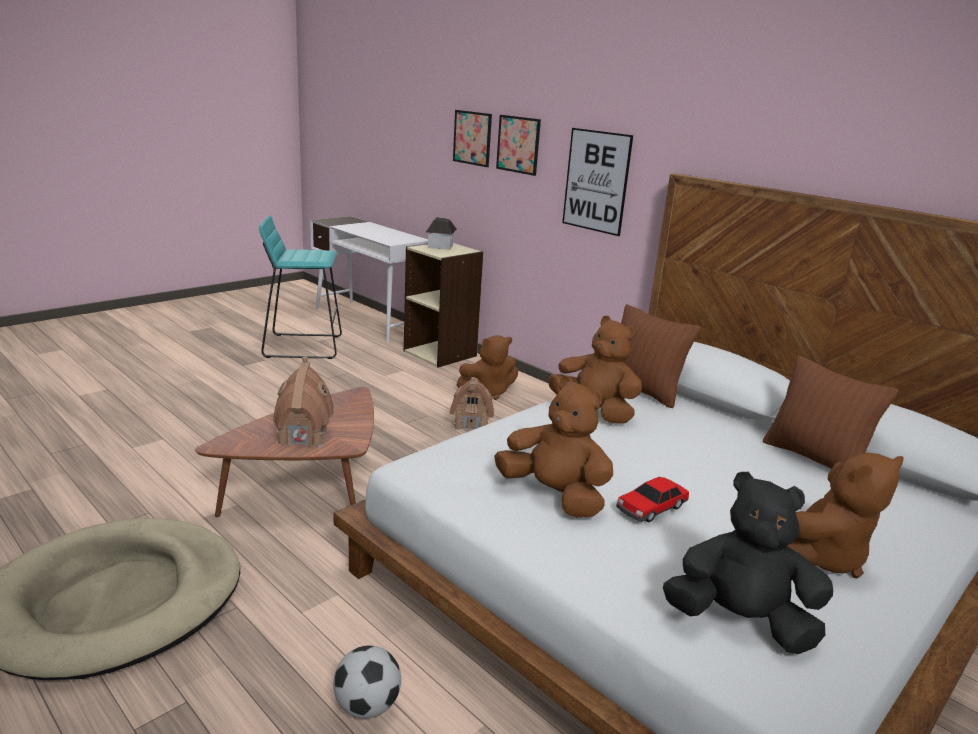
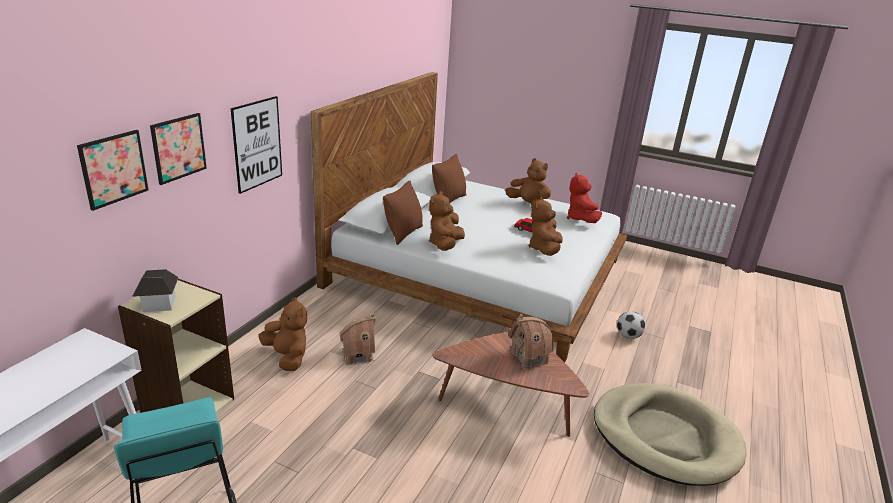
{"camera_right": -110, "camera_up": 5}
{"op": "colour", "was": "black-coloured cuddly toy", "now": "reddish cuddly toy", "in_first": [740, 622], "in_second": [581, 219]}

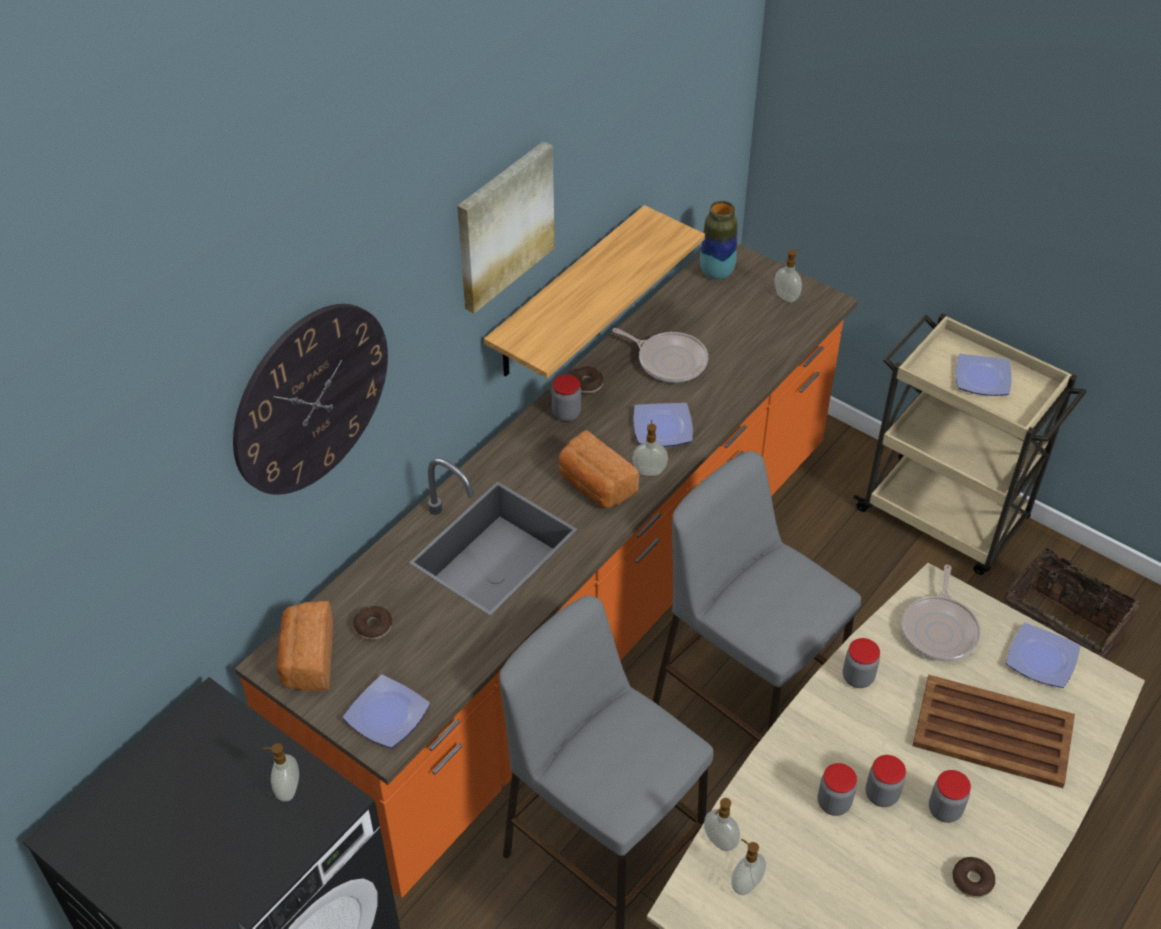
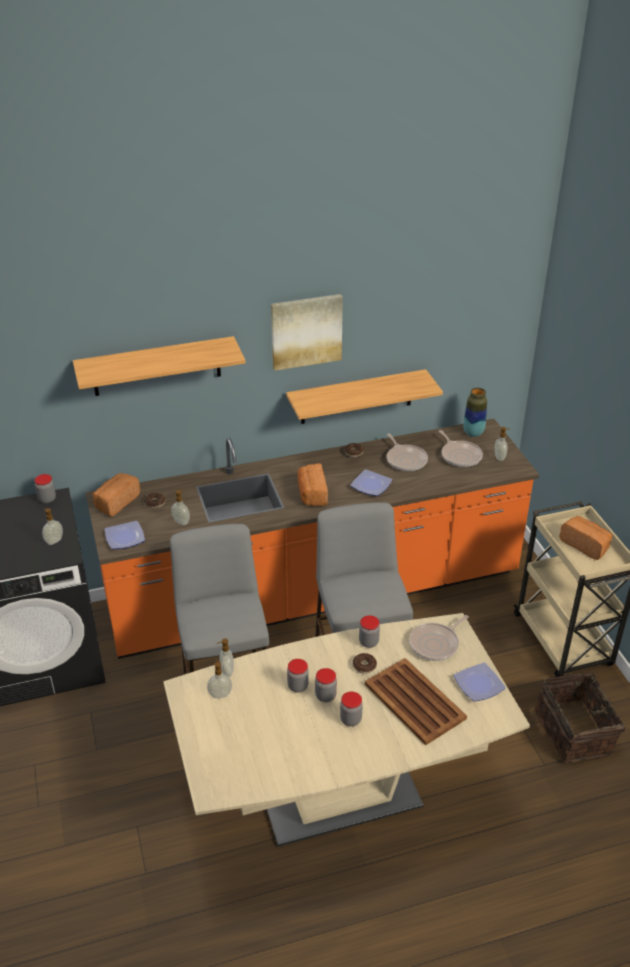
{"camera_right": 35, "camera_up": -10}
{"op": "exchanged", "was": "hanging clock", "now": "wall shelf", "in_first": [311, 399], "in_second": [156, 366]}
{"op": "exchanged", "was": "plate", "now": "bakery bread", "in_first": [983, 379], "in_second": [585, 545]}
{"op": "relocated", "was": "jar", "in_first": [566, 413], "in_second": [47, 499]}
{"op": "relocated", "was": "liquid soap bottle", "in_first": [649, 470], "in_second": [182, 521]}
{"op": "relocated", "was": "doughnut", "in_first": [972, 880], "in_second": [364, 666]}
{"op": "appeared", "now": "frying pan", "in_second": [460, 455]}

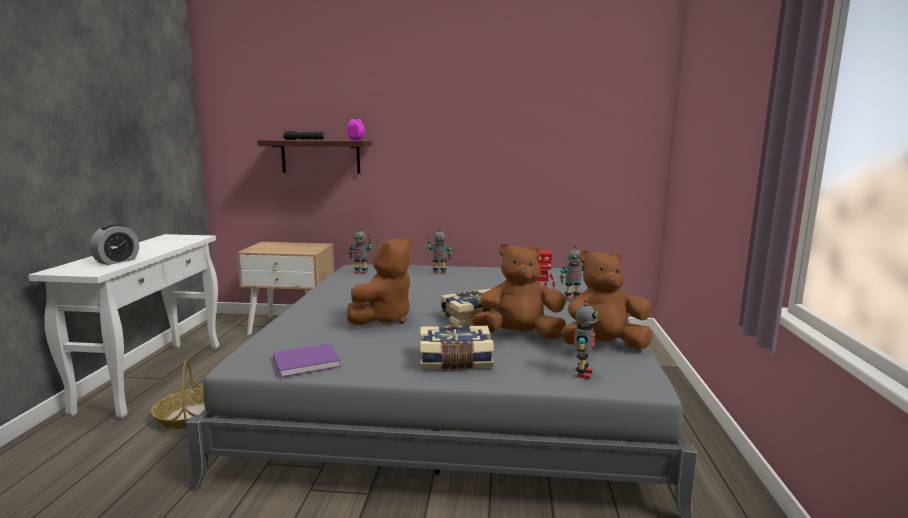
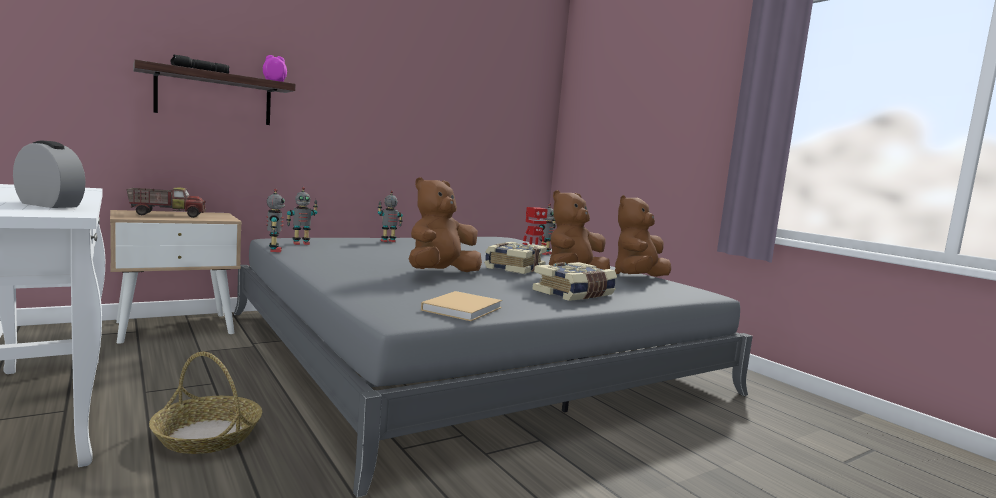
{"camera_right": -40, "camera_up": -5}
{"op": "spun", "was": "bedside clock", "in_first": [117, 261], "in_second": [49, 205], "clockwise": -60}
{"op": "spun", "was": "brown-coloured cuddly toy", "in_first": [384, 318], "in_second": [440, 273], "clockwise": -135}
{"op": "relocated", "was": "toy robot", "in_first": [582, 374], "in_second": [274, 250]}
{"op": "colour", "was": "purplish bound book", "now": "beige-coloured bound book", "in_first": [308, 362], "in_second": [463, 308]}
{"op": "appeared", "now": "toy lorry", "in_second": [167, 215]}

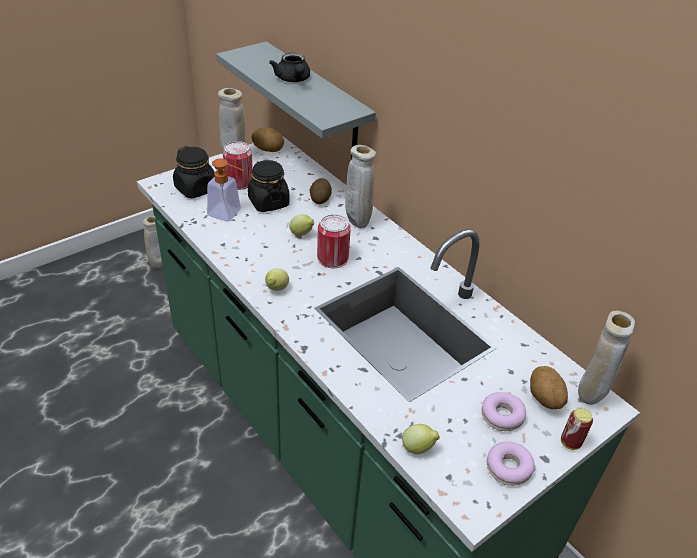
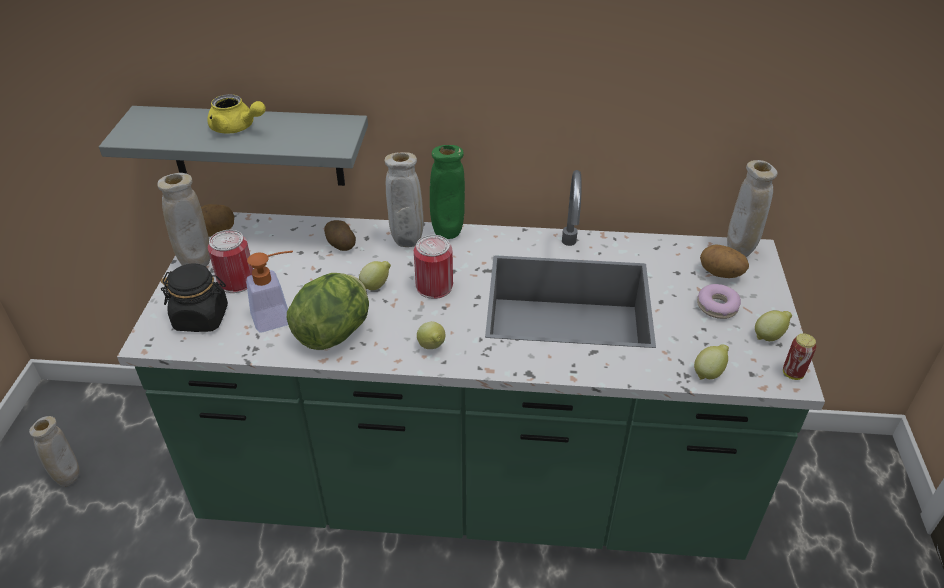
{"camera_right": -45, "camera_up": 0}
{"op": "colour", "was": "black-coloured tea pot", "now": "yellowish tea pot", "in_first": [293, 79], "in_second": [237, 128]}
{"op": "missing", "was": "black-coloured jar", "in_first": [268, 202]}
{"op": "relocated", "was": "metal can", "in_first": [570, 442], "in_second": [793, 373]}
{"op": "exchanged", "was": "doughnut", "now": "lemon", "in_first": [508, 468], "in_second": [769, 336]}
{"op": "appeared", "now": "green-coloured vase", "in_second": [448, 234]}
{"op": "appeared", "now": "lettuce head", "in_second": [335, 332]}

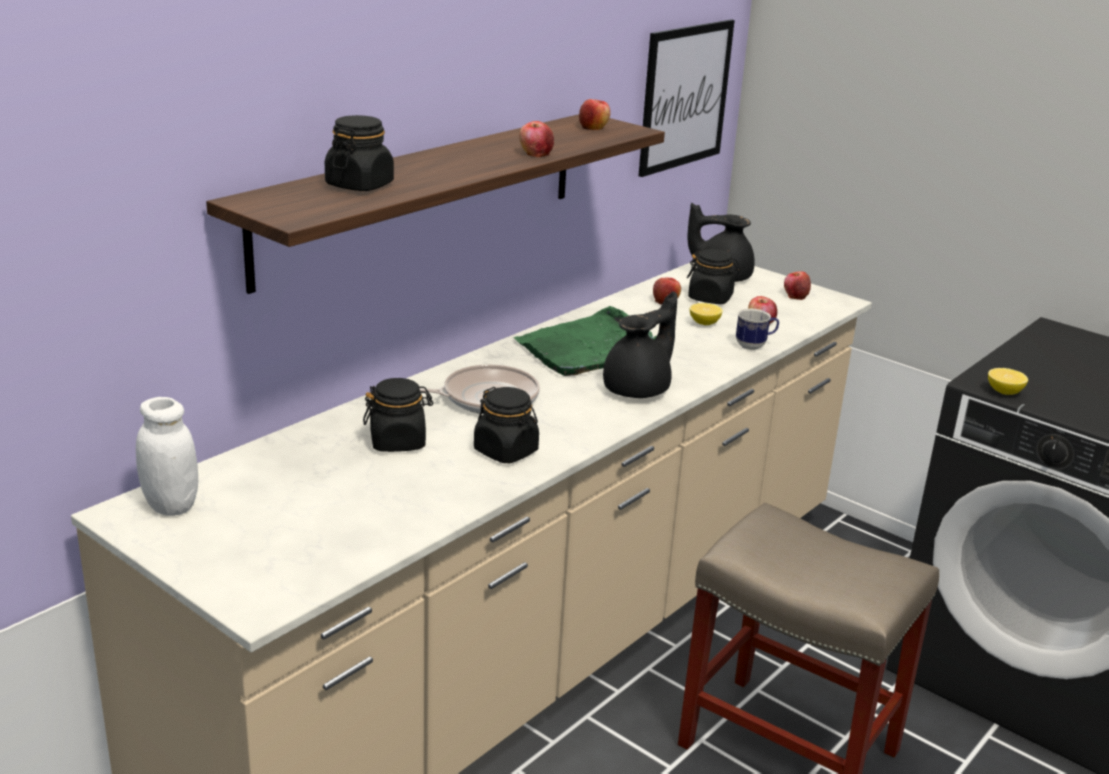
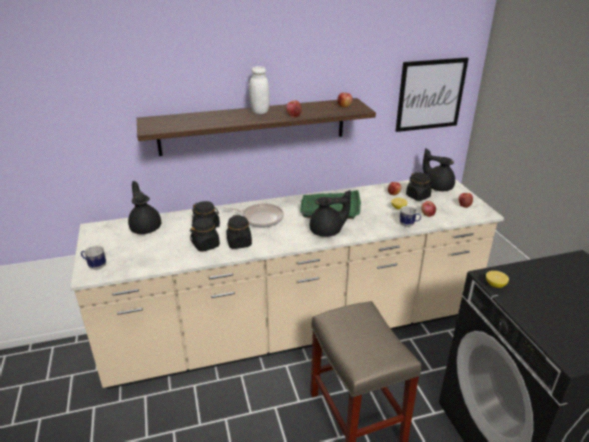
{"camera_right": 35, "camera_up": 5}
{"op": "relocated", "was": "black-coloured jar", "in_first": [359, 185], "in_second": [206, 245]}
{"op": "relocated", "was": "white-coloured jar", "in_first": [171, 506], "in_second": [259, 112]}
{"op": "appeared", "now": "black-coloured tea pot", "in_second": [146, 227]}
{"op": "appeared", "now": "mug", "in_second": [95, 266]}

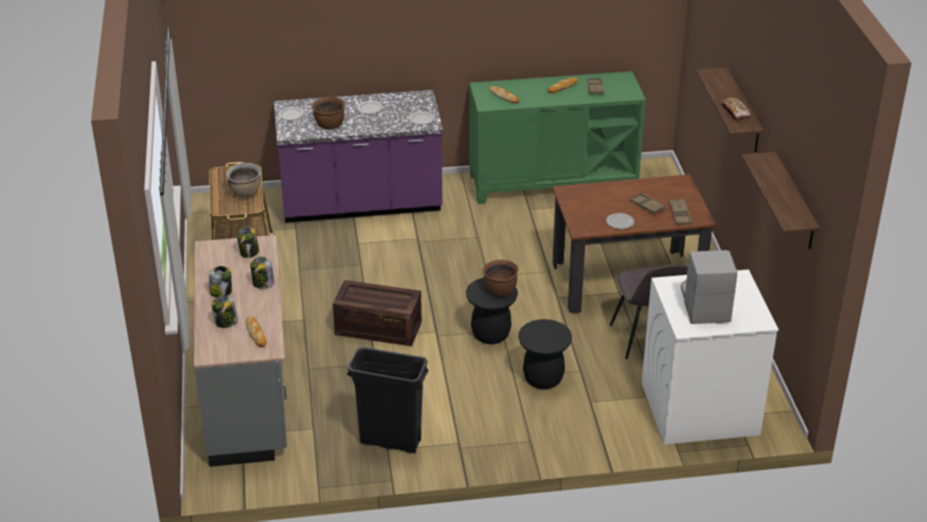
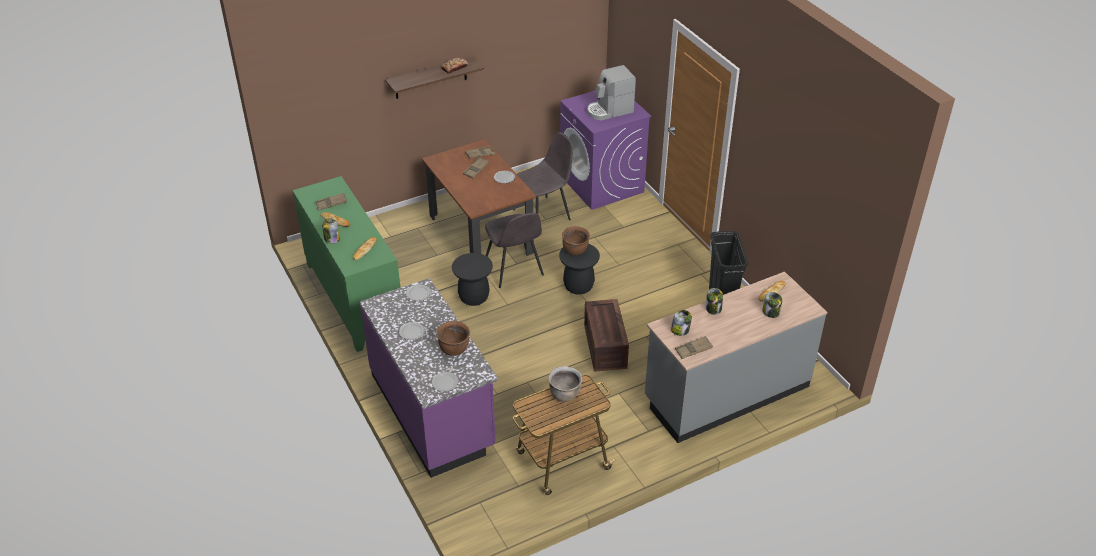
{"camera_right": -110, "camera_up": 5}
{"op": "missing", "was": "wall shelf", "in_first": [794, 202]}
{"op": "relocated", "was": "jar", "in_first": [221, 292], "in_second": [331, 239]}
{"op": "colour", "was": "white-coloured laundry appliance", "now": "purplish laundry appliance", "in_first": [699, 409], "in_second": [602, 184]}
{"op": "relocated", "was": "black-coloured stool", "in_first": [543, 378], "in_second": [474, 297]}
{"op": "appeared", "now": "grey upright chair", "in_second": [514, 270]}
{"op": "appeared", "now": "brown-coloured serving tray", "in_second": [693, 349]}

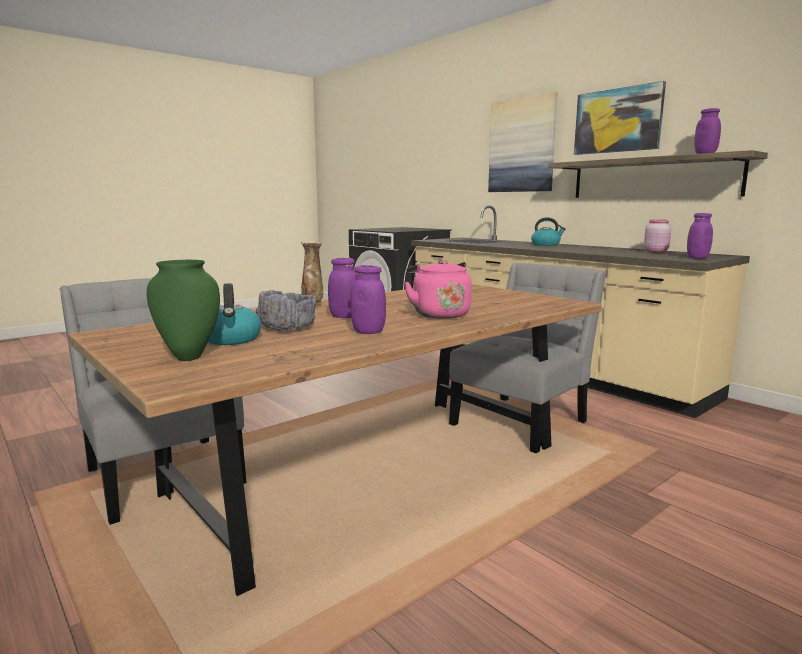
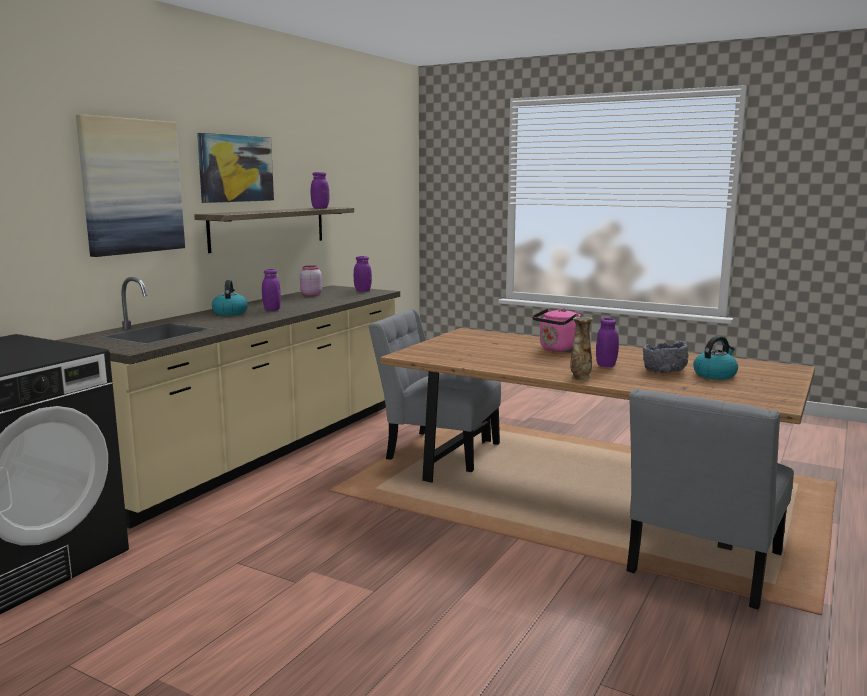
{"camera_right": -110, "camera_up": 0}
{"op": "missing", "was": "green-coloured vase", "in_first": [189, 357]}
{"op": "relocated", "was": "purplish jar", "in_first": [368, 332], "in_second": [272, 309]}

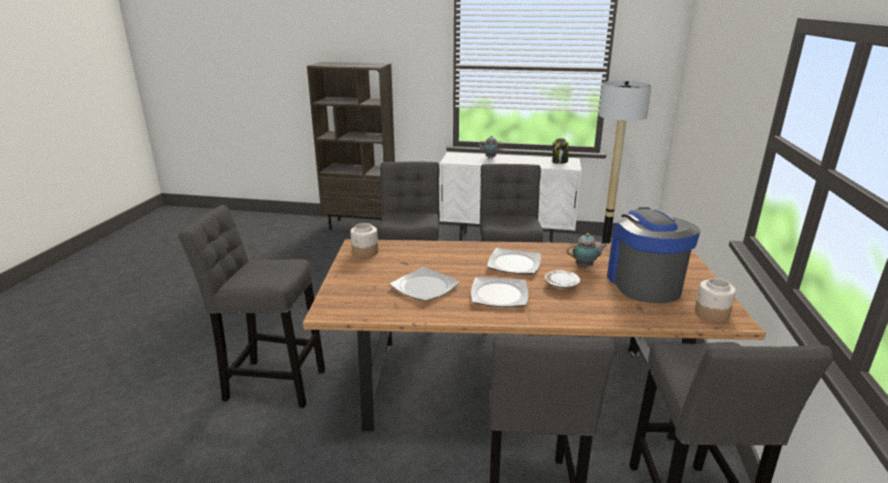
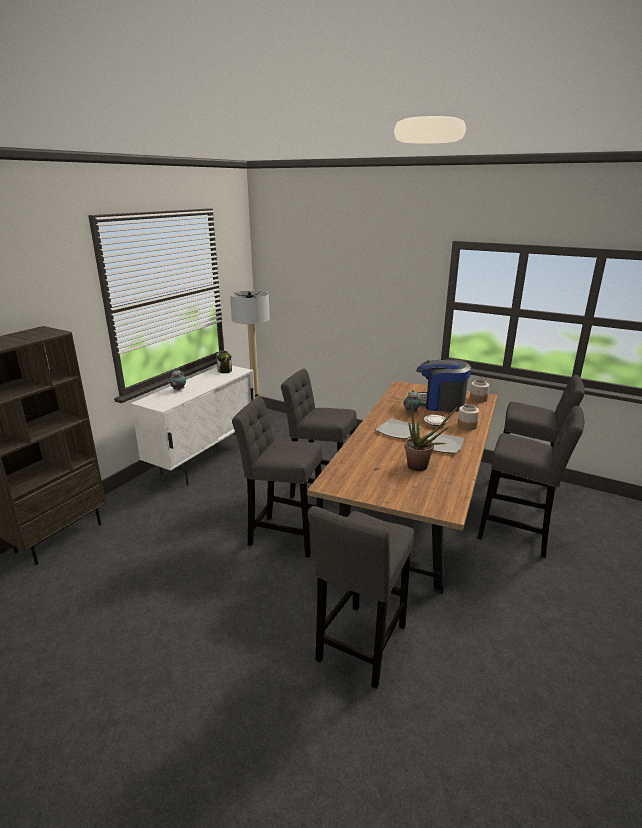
{"camera_right": -70, "camera_up": 0}
{"op": "relocated", "was": "jar", "in_first": [365, 252], "in_second": [467, 426]}
{"op": "exchanged", "was": "plate", "now": "houseplant", "in_first": [424, 287], "in_second": [421, 467]}

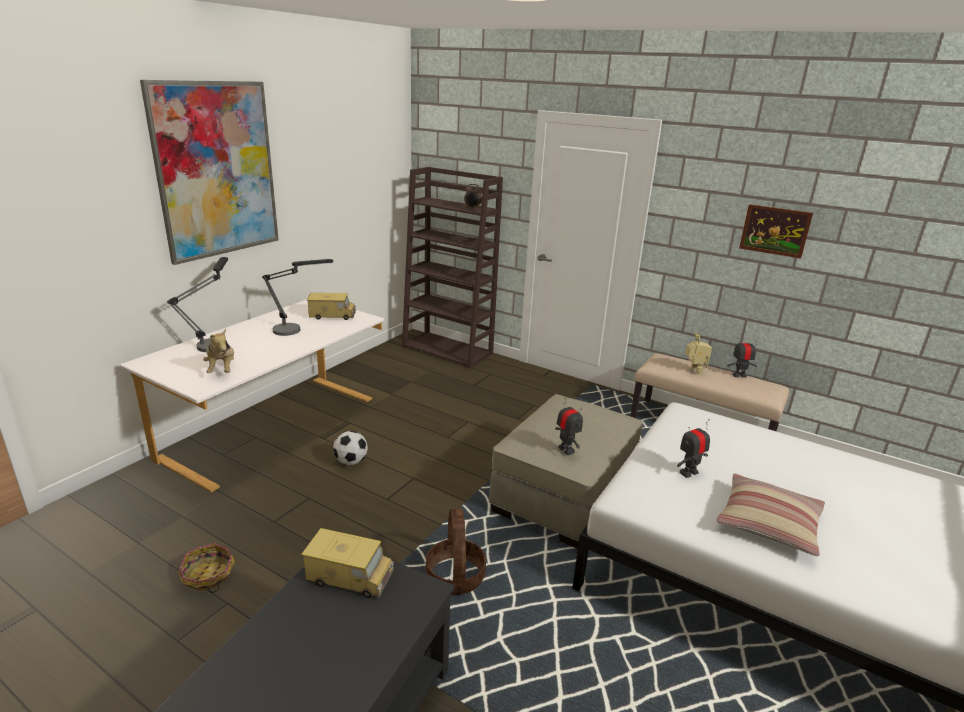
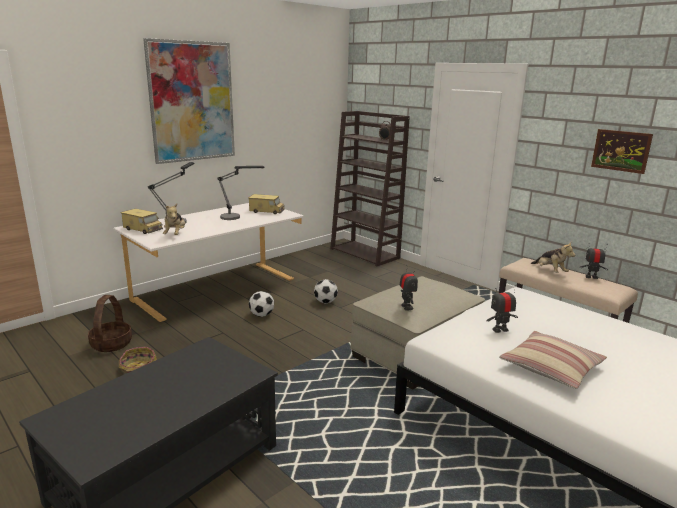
{"camera_right": 15, "camera_up": -5}
{"op": "exchanged", "was": "toy robot", "now": "cuddly toy", "in_first": [694, 371], "in_second": [550, 271]}
{"op": "relocated", "was": "storage basket", "in_first": [455, 576], "in_second": [111, 343]}
{"op": "relocated", "was": "toy lorry", "in_first": [350, 577], "in_second": [142, 229]}
{"op": "appeared", "now": "football", "in_second": [325, 302]}

